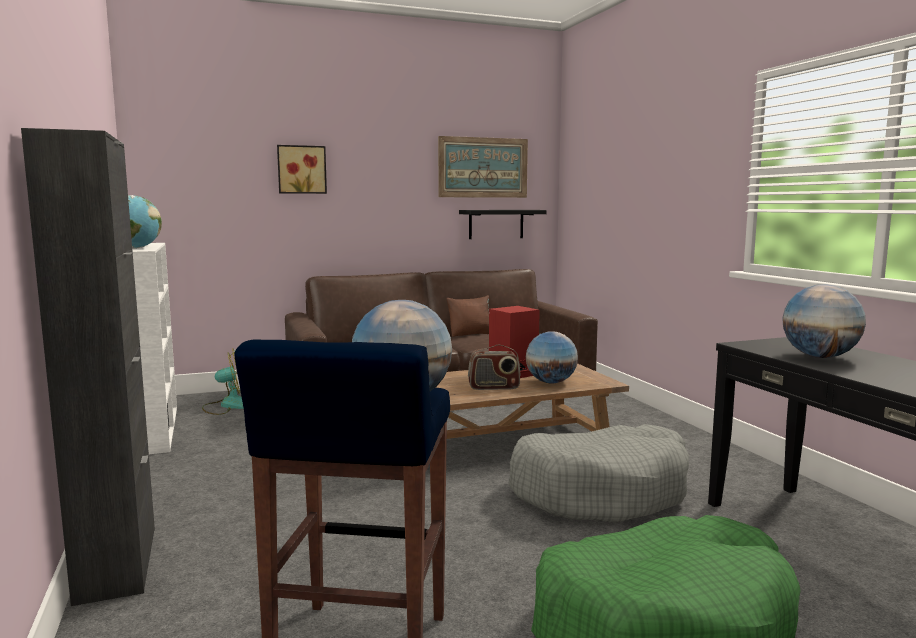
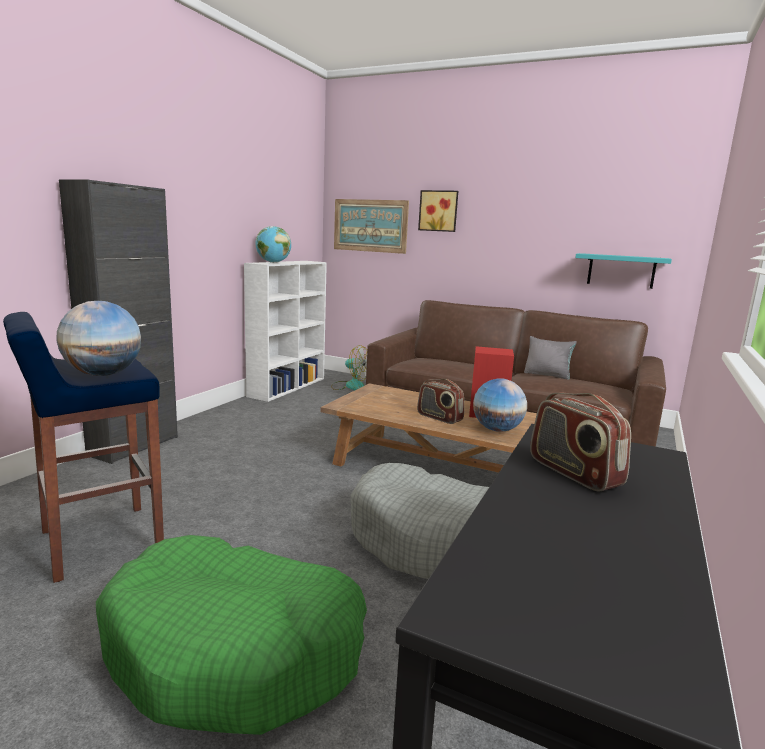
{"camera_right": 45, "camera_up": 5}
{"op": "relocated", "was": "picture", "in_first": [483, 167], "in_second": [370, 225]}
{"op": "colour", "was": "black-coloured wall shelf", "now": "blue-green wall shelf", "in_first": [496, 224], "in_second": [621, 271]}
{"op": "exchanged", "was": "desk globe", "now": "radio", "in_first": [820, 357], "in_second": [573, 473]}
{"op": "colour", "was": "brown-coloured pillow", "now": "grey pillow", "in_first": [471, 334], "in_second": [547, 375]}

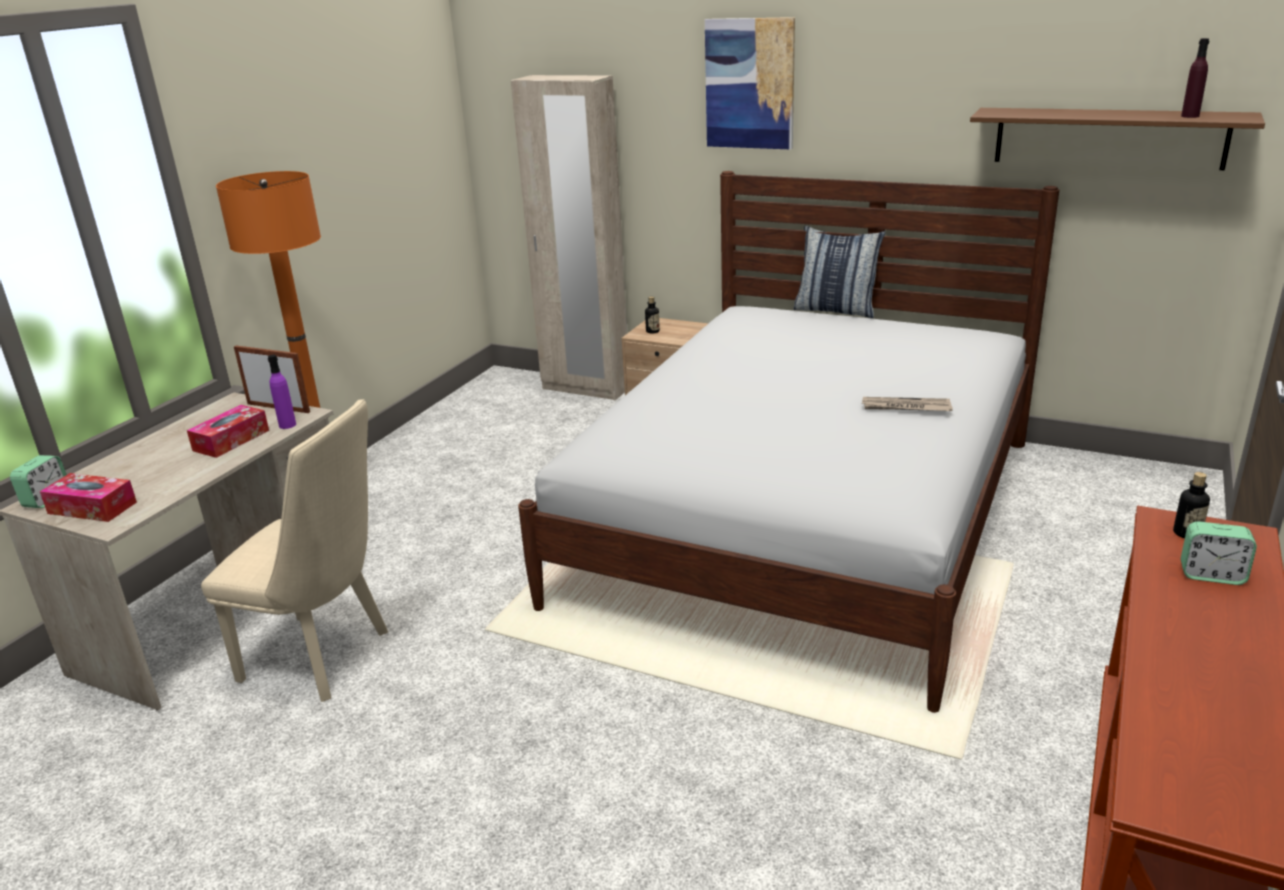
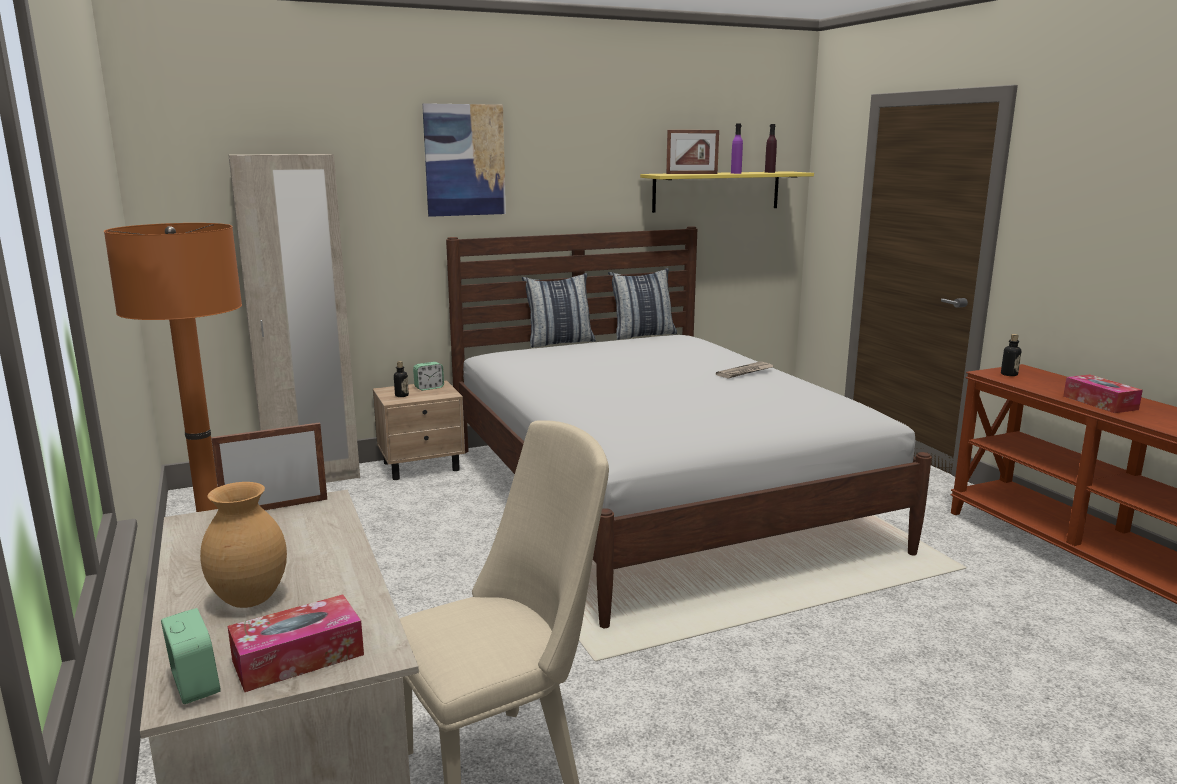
{"camera_right": -50, "camera_up": -10}
{"op": "colour", "was": "brown-coloured wall shelf", "now": "yellowish wall shelf", "in_first": [1109, 138], "in_second": [716, 191]}
{"op": "relocated", "was": "purplish bottle", "in_first": [287, 425], "in_second": [736, 173]}
{"op": "relocated", "was": "tissue box", "in_first": [231, 440], "in_second": [1100, 403]}
{"op": "relocated", "was": "bedside clock", "in_first": [1211, 575], "in_second": [429, 388]}
{"op": "appeared", "now": "photo frame", "in_second": [691, 173]}
{"op": "appeared", "now": "pillow", "in_second": [643, 335]}
{"op": "appeared", "now": "brown-coloured vase", "in_second": [250, 600]}

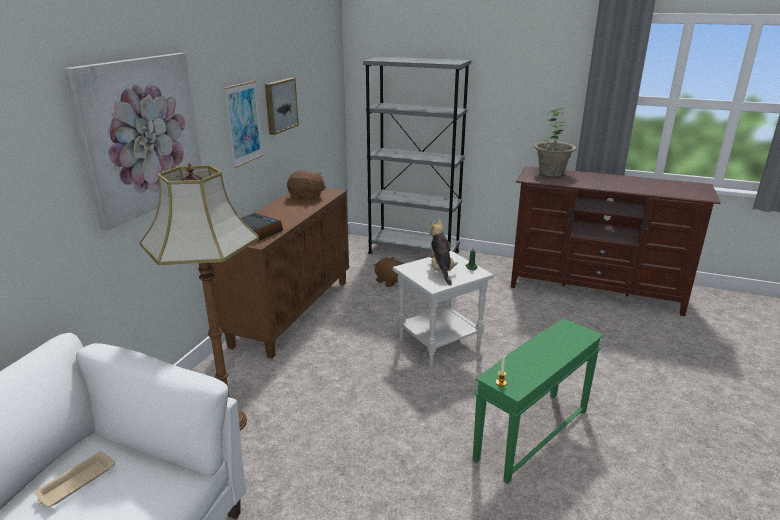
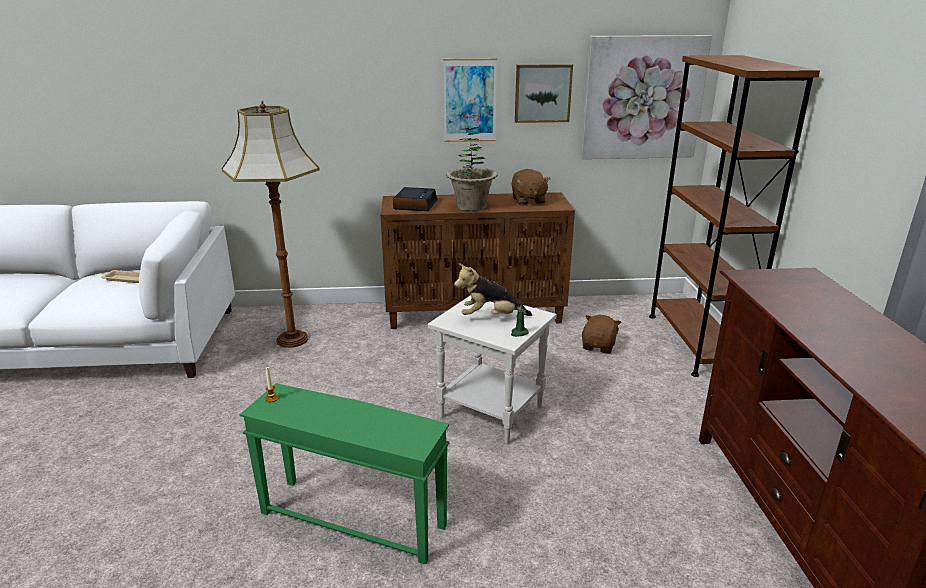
{"camera_right": 65, "camera_up": 0}
{"op": "relocated", "was": "picture", "in_first": [142, 136], "in_second": [642, 98]}
{"op": "colour", "was": "grey bookshelf", "now": "brown-coloured bookshelf", "in_first": [413, 252], "in_second": [695, 342]}
{"op": "relocated", "was": "houseplant", "in_first": [551, 173], "in_second": [471, 206]}
{"op": "spun", "was": "cuddly toy", "in_first": [441, 270], "in_second": [490, 317], "clockwise": -150}

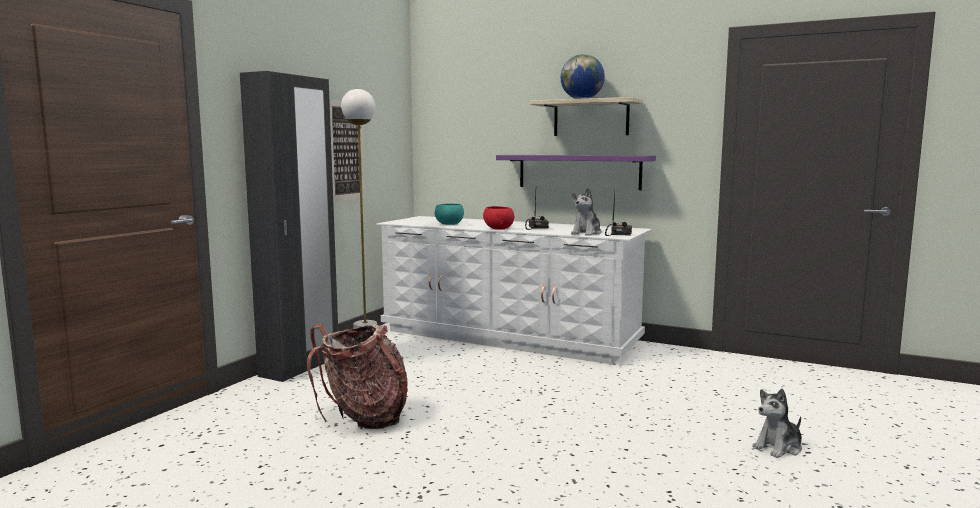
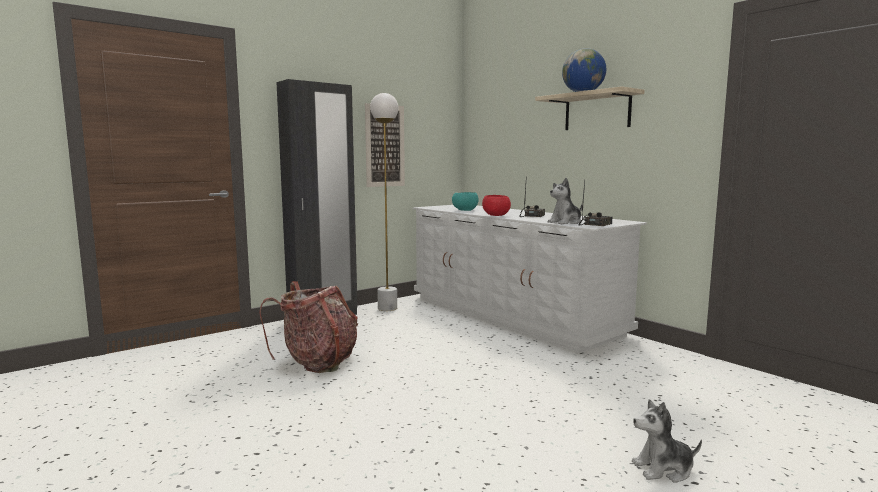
{"camera_right": 25, "camera_up": 0}
{"op": "missing", "was": "purplish wall shelf", "in_first": [578, 171]}

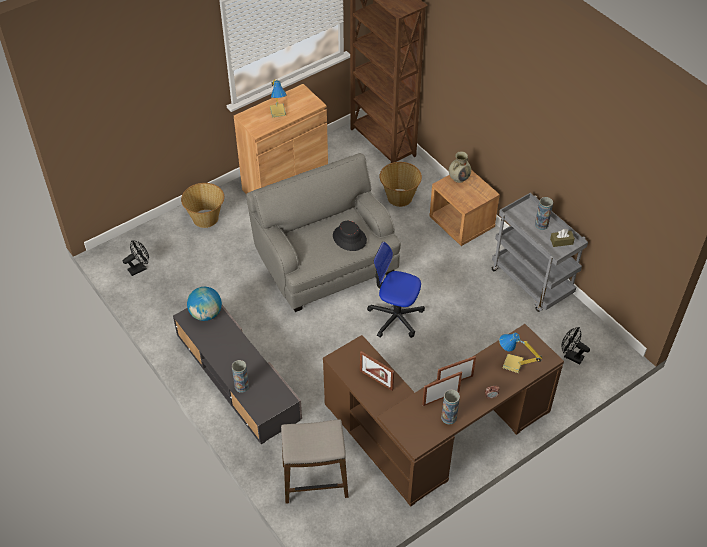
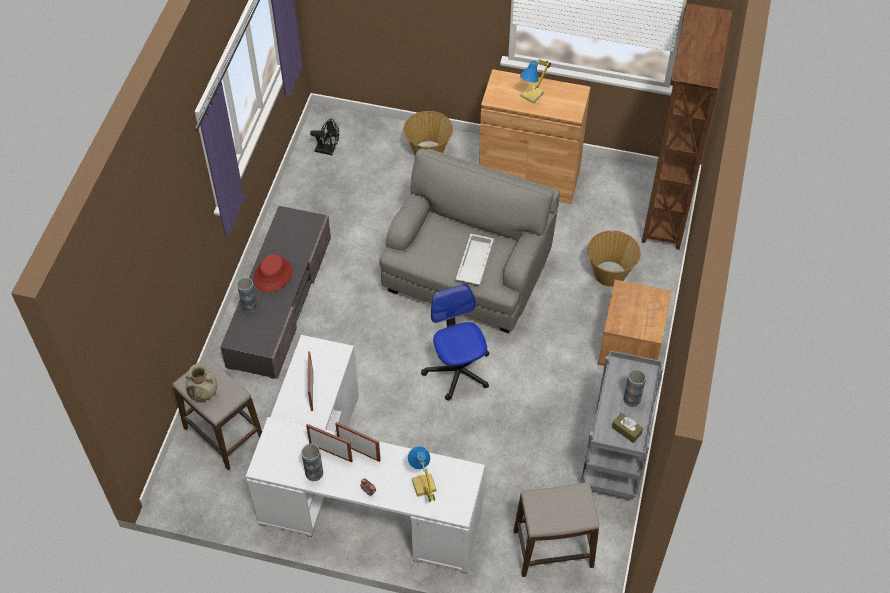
{"camera_right": 50, "camera_up": 5}
{"op": "relocated", "was": "beige-coloured vase", "in_first": [459, 178], "in_second": [204, 393]}
{"op": "exchanged", "was": "black-coloured wearable hat", "now": "white-coloured serving tray", "in_first": [349, 238], "in_second": [474, 262]}
{"op": "missing", "was": "desk globe", "in_first": [206, 314]}
{"op": "colour", "was": "brown-coloured desk table", "now": "white-coloured desk table", "in_first": [435, 433], "in_second": [354, 492]}
{"op": "exchanged", "was": "black-coloured fan", "now": "stool", "in_first": [570, 356], "in_second": [553, 549]}
{"op": "appeared", "now": "reddish wearable hat", "in_second": [272, 275]}

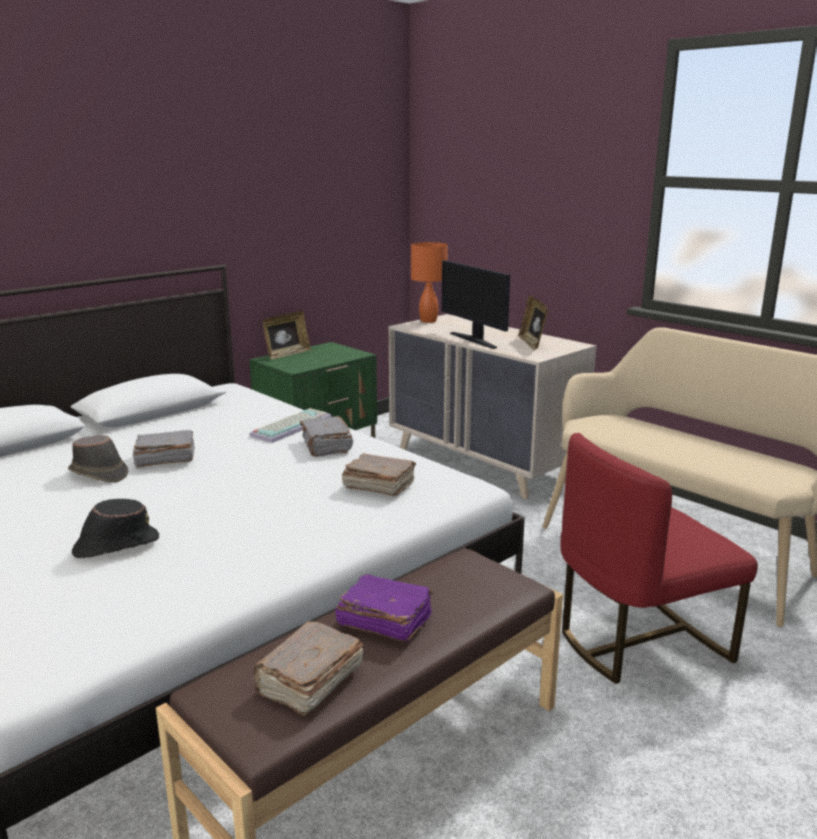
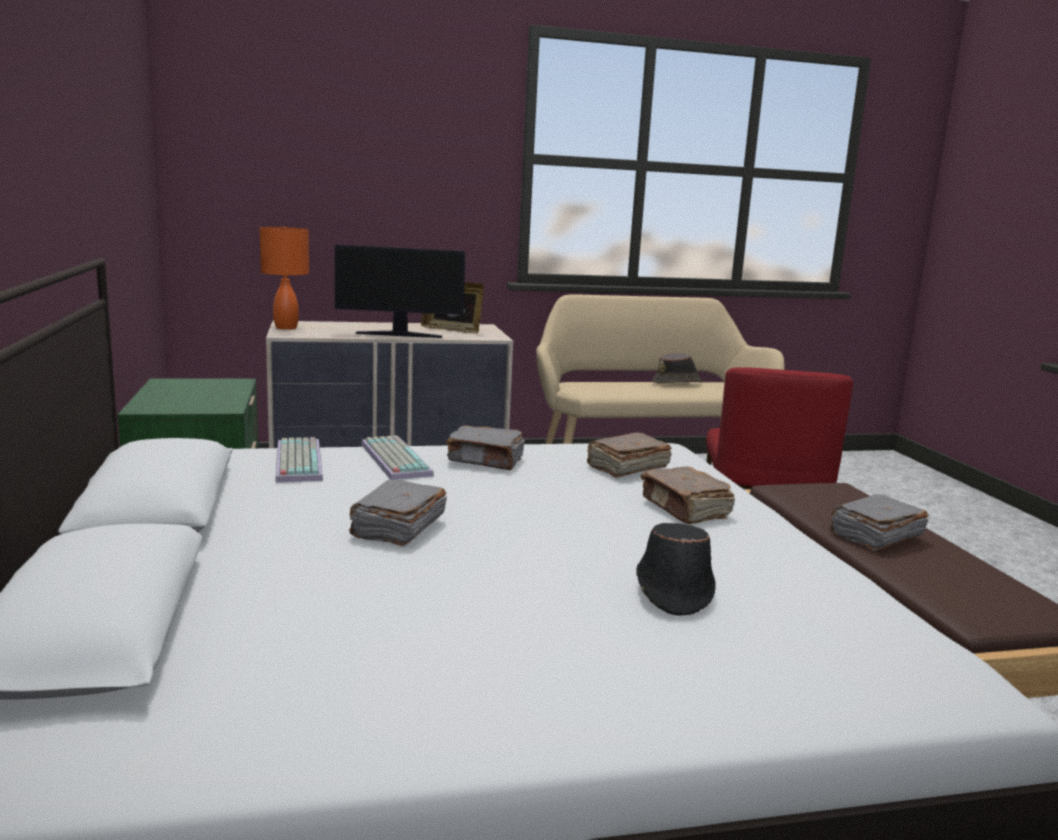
{"camera_right": -60, "camera_up": -5}
{"op": "missing", "was": "photo frame", "in_first": [287, 354]}
{"op": "relocated", "was": "brown-coloured wearable hat", "in_first": [98, 473], "in_second": [677, 383]}
{"op": "colour", "was": "purplish bound book", "now": "grey bound book", "in_first": [384, 621], "in_second": [874, 536]}
{"op": "relocated", "was": "brown-coloured bound book", "in_first": [308, 682], "in_second": [685, 509]}
{"op": "appeared", "now": "keyboard", "in_second": [296, 461]}

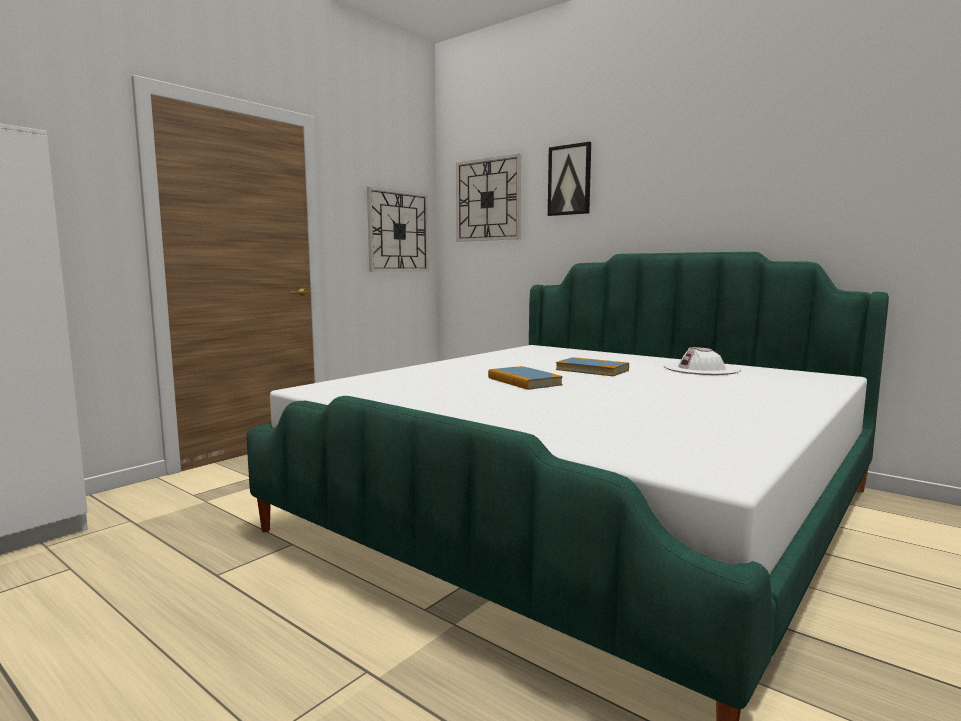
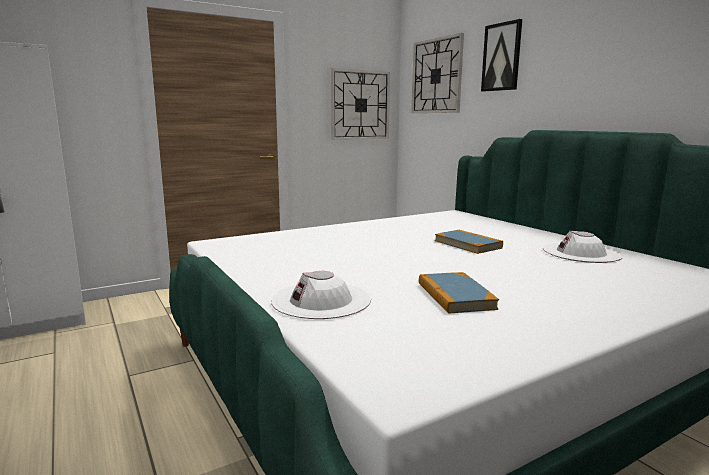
{"camera_right": 20, "camera_up": 5}
{"op": "relocated", "was": "bound book", "in_first": [524, 381], "in_second": [455, 296]}
{"op": "appeared", "now": "white-coloured wearable hat", "in_second": [321, 300]}

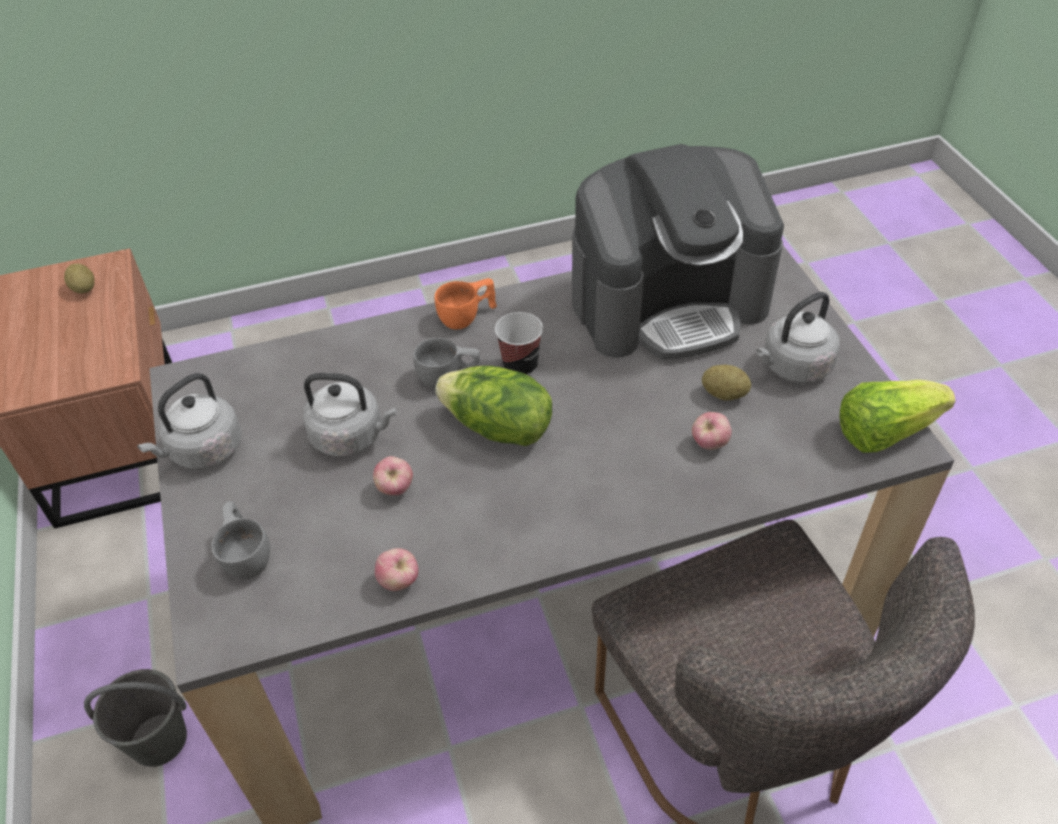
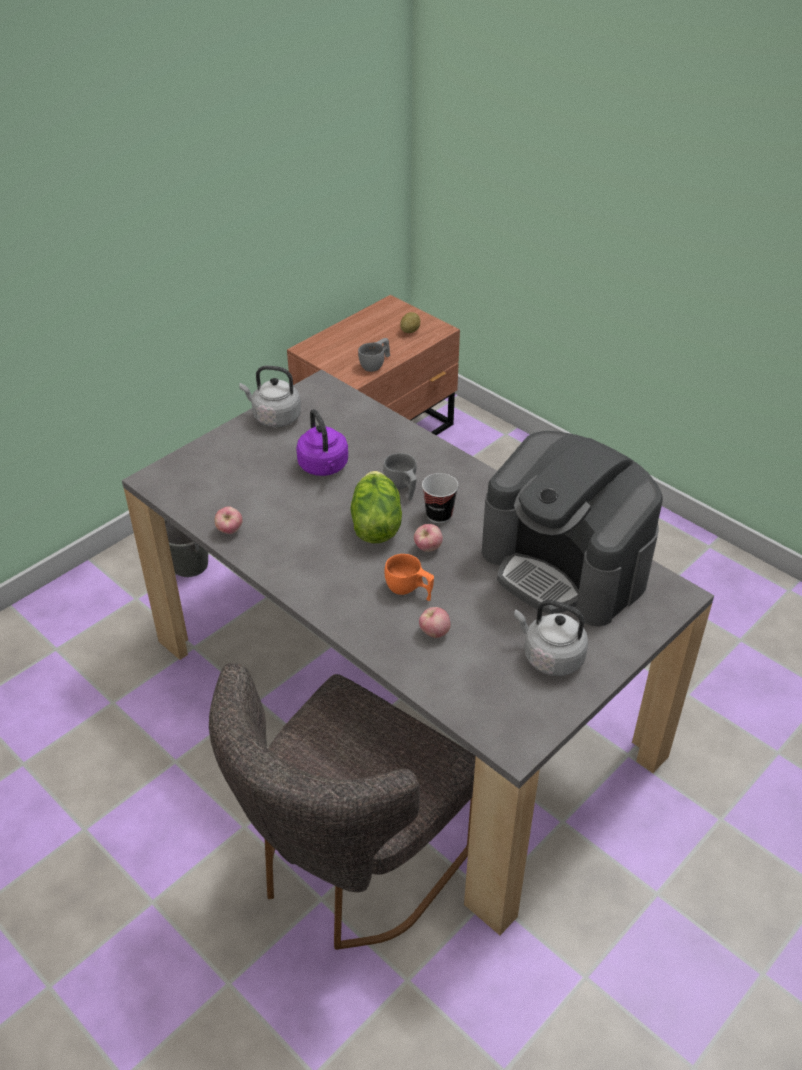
{"camera_right": 60, "camera_up": -5}
{"op": "relocated", "was": "orangey cup", "in_first": [467, 317], "in_second": [409, 590]}
{"op": "missing", "was": "spud", "in_first": [724, 394]}
{"op": "colour", "was": "grey water kettle", "now": "purplish water kettle", "in_first": [351, 436], "in_second": [324, 467]}
{"op": "missing", "was": "lettuce head", "in_first": [884, 432]}
{"op": "relocated", "was": "whole apple", "in_first": [395, 489], "in_second": [428, 548]}
{"op": "relocated", "was": "grey cup", "in_first": [247, 554], "in_second": [376, 364]}

